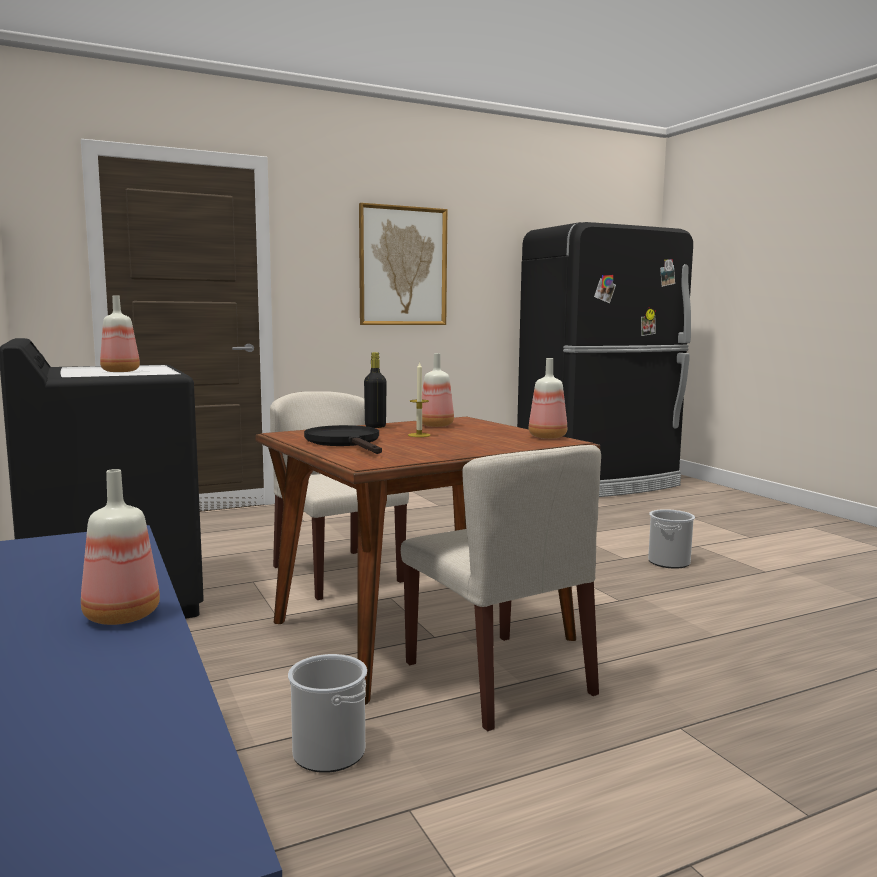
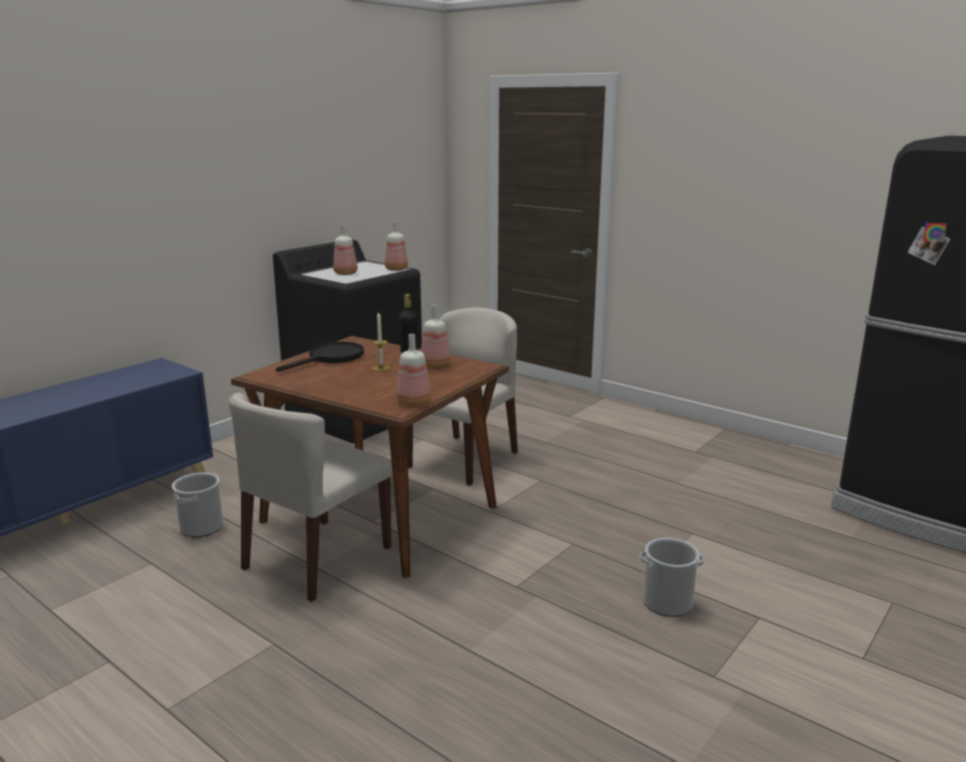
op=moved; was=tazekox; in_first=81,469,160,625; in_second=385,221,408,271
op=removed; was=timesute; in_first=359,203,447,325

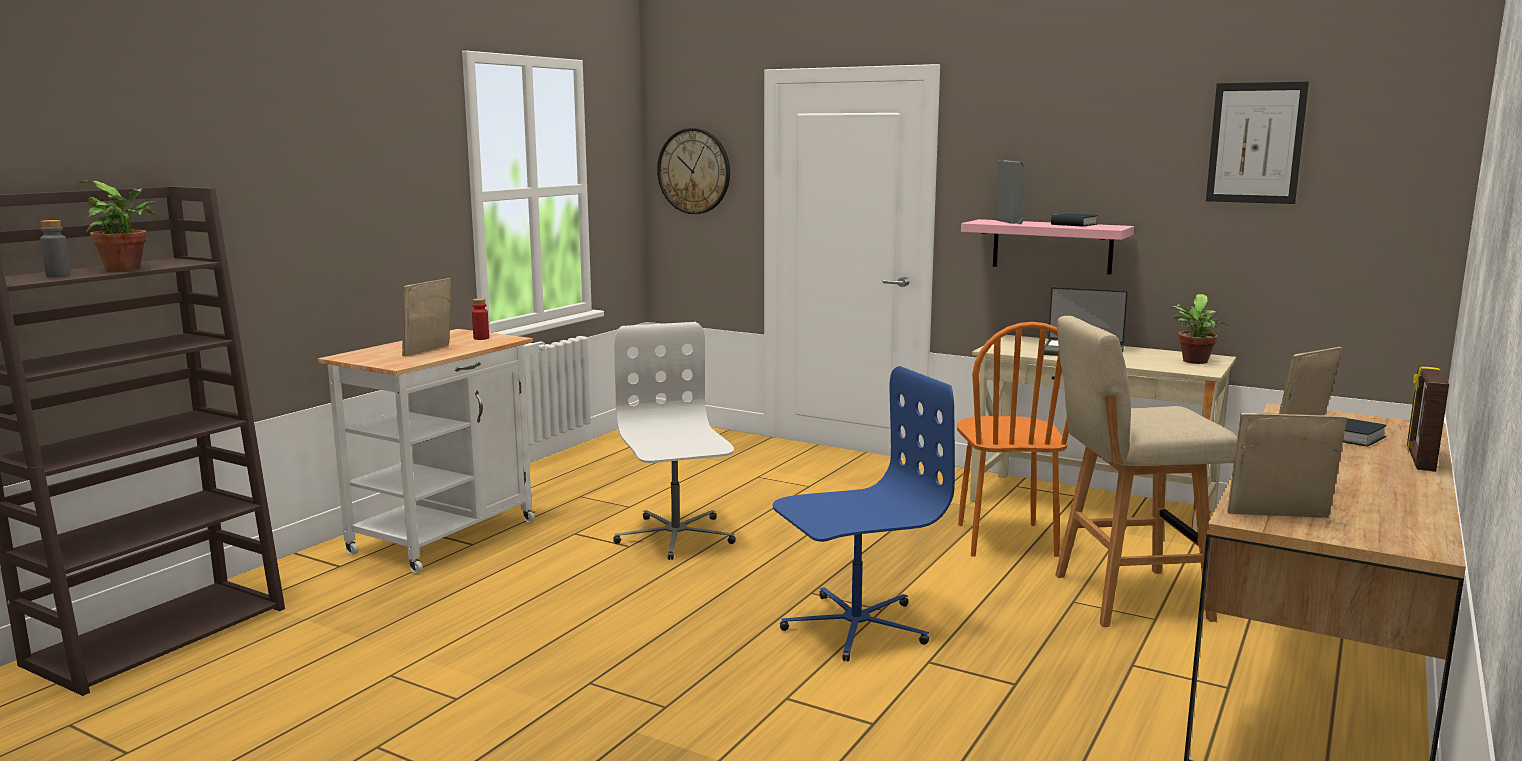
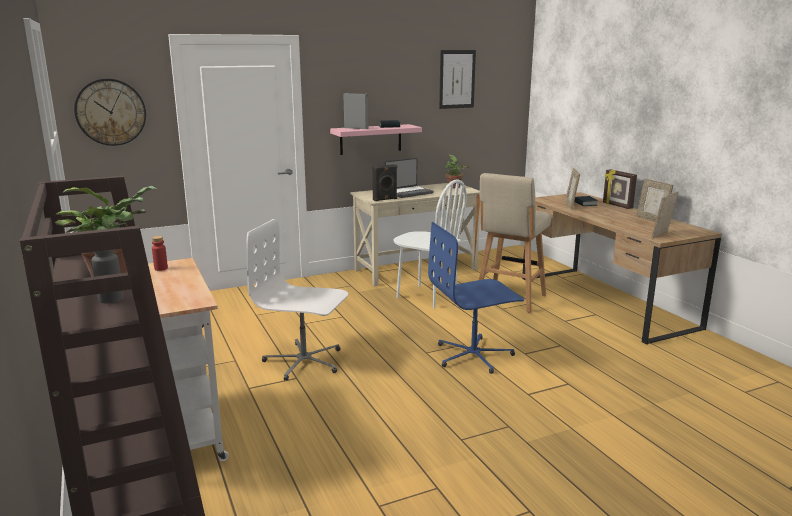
op=added; now=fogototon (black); in_second=372,164,397,201
op=recoloured; was=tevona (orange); now=tevona (white); in_first=957,322,1069,557; in_second=394,179,467,308
op=turned; was=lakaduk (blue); in_first=773,366,955,662; in_second=428,222,524,374; clockwise=-120
op=moved; was=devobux; in_first=402,278,451,356; in_second=636,178,673,222

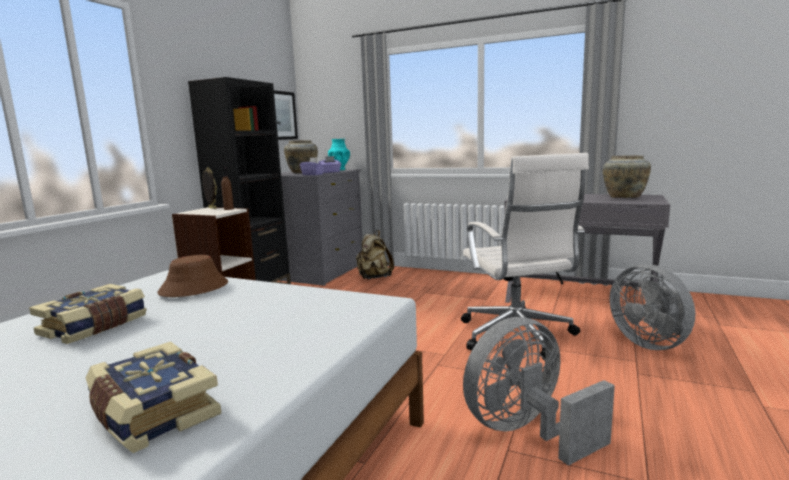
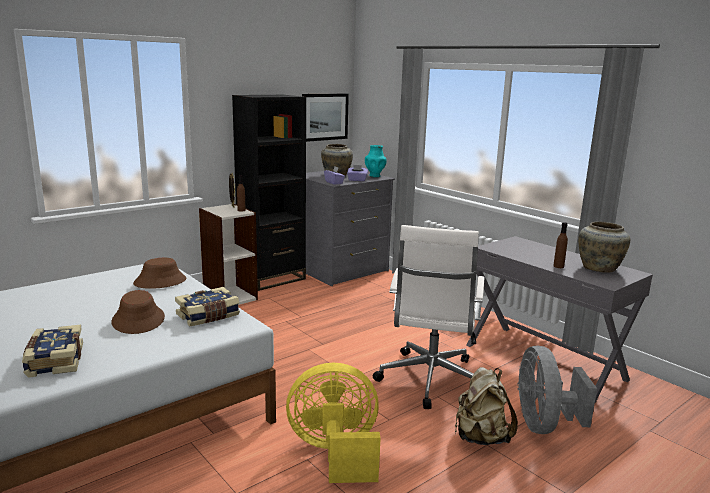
op=added; now=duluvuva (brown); in_second=111,290,165,334
op=moved; was=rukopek; in_first=29,284,147,344; in_second=175,287,240,326
op=recoloured; was=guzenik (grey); now=guzenik (yellow); in_first=463,317,615,466; in_second=286,363,381,483
op=moved; was=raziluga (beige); in_first=356,230,394,279; in_second=455,367,518,445
op=added; now=tazekox (brown); in_second=553,222,568,268

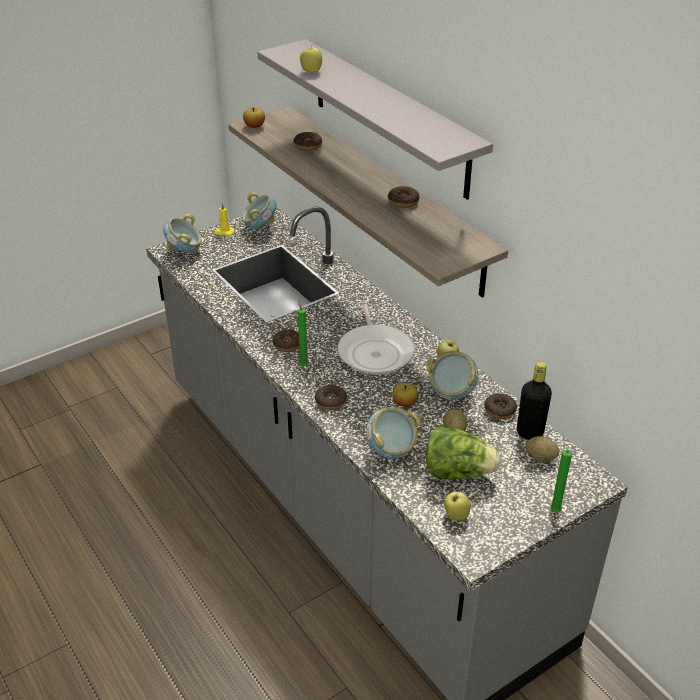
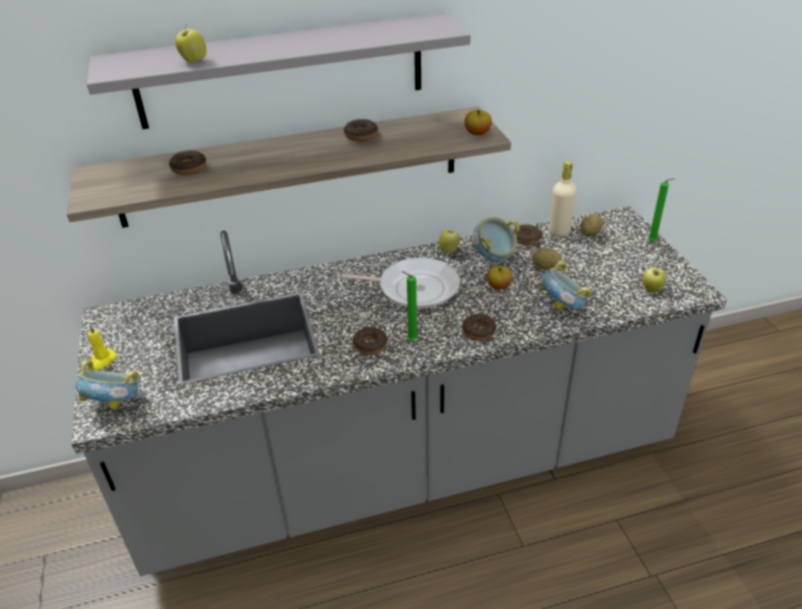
op=moved; was=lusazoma; in_first=243,107,265,128; in_second=464,110,492,135
op=recoloured; was=tazekox (black); now=tazekox (beige); in_first=517,362,552,440; in_second=549,161,577,237
op=removed; was=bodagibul; in_first=242,192,276,229
op=removed; was=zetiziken; in_first=426,426,500,480

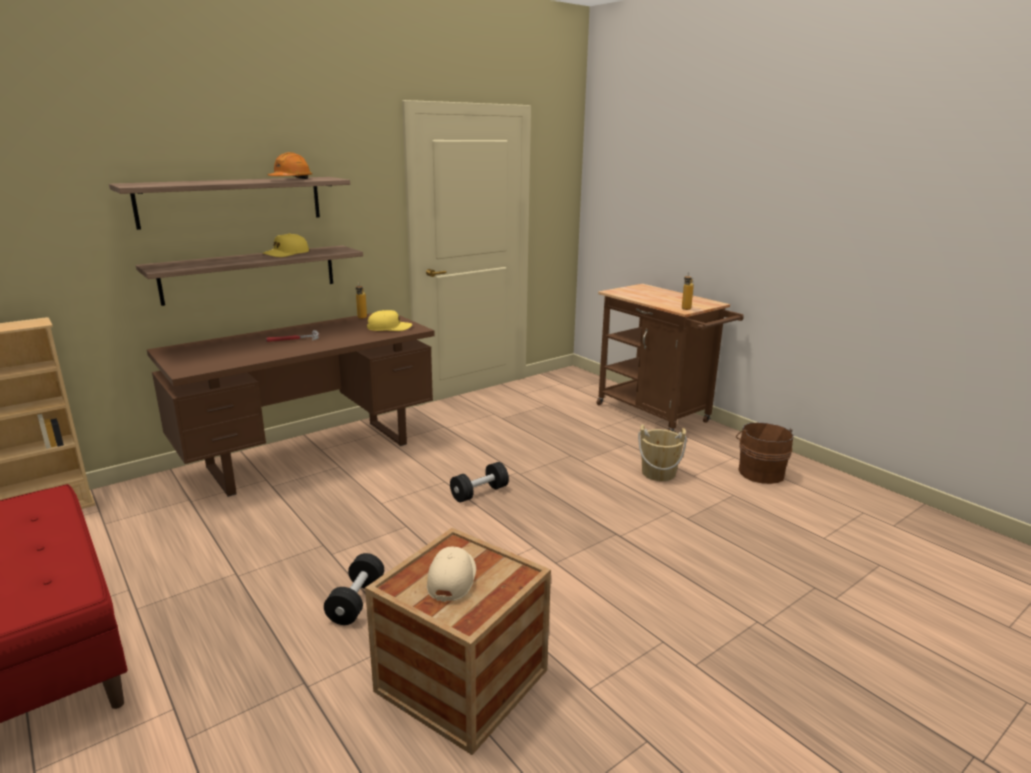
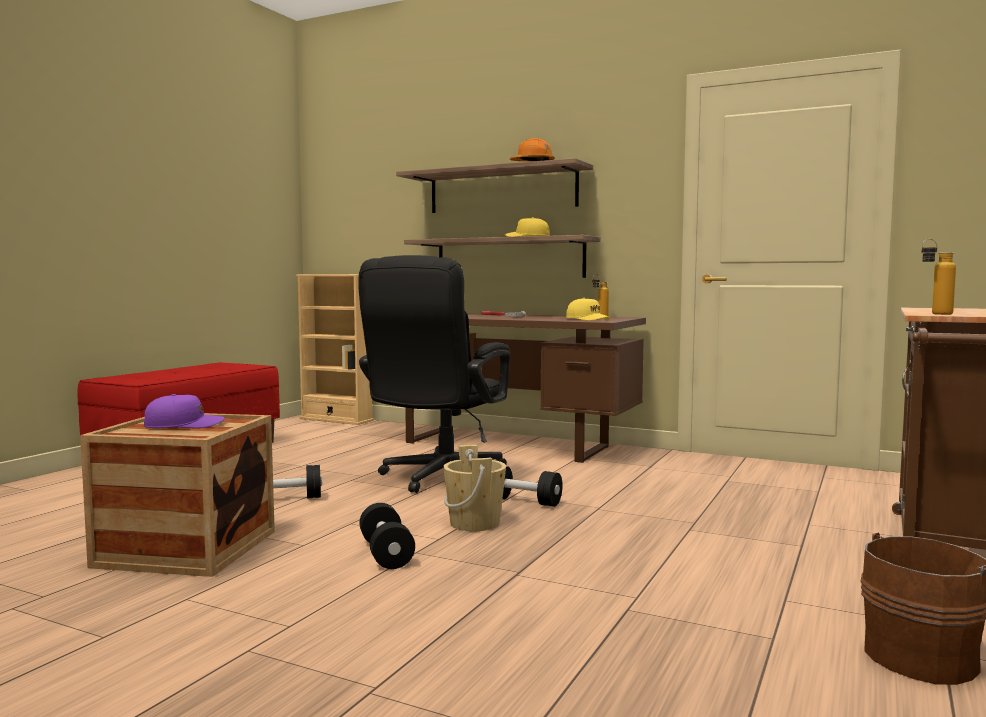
op=recoloured; was=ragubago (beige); now=ragubago (purple); in_first=427,547,476,602; in_second=144,394,225,429
op=added; now=lakaduk (black); in_second=358,255,510,493
op=added; now=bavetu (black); in_second=359,503,415,569
op=moved; was=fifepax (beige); in_first=638,425,687,481; in_second=443,445,506,531

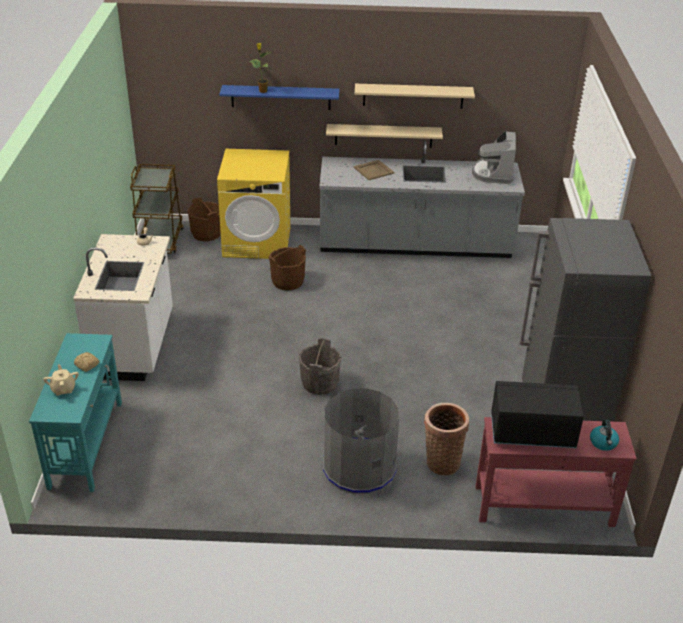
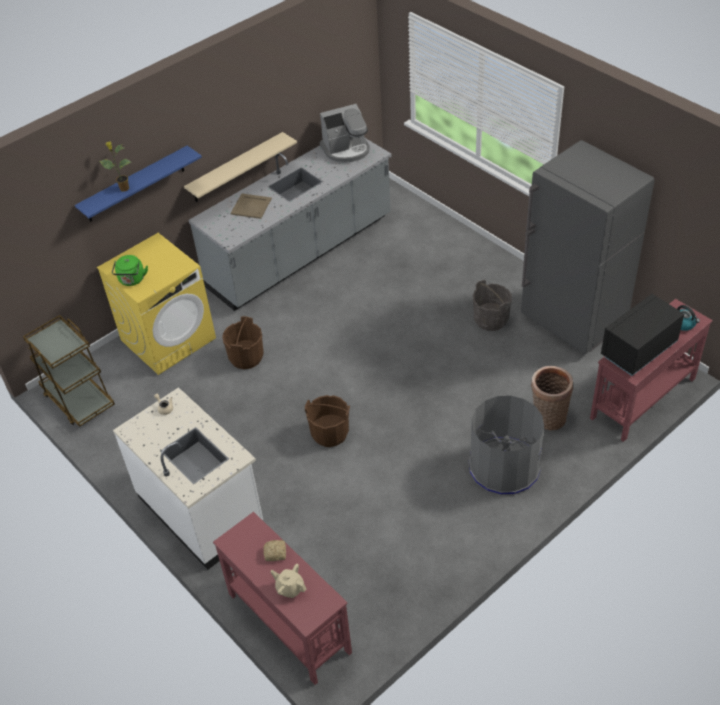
op=added; now=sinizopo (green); in_second=112,255,148,286
op=recoloured; was=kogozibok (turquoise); now=kogozibok (red); in_first=29,333,122,492; in_second=213,512,352,685
op=moved; was=fifepax (brown); in_first=188,197,221,241; in_second=305,395,350,447
op=turned; was=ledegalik; in_first=472,131,516,184; in_second=320,104,370,163; clockwise=-75
op=moved; was=fifepax (grey); in_first=299,338,341,395; in_second=473,280,512,331
op=removed; was=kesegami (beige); in_first=355,84,475,109

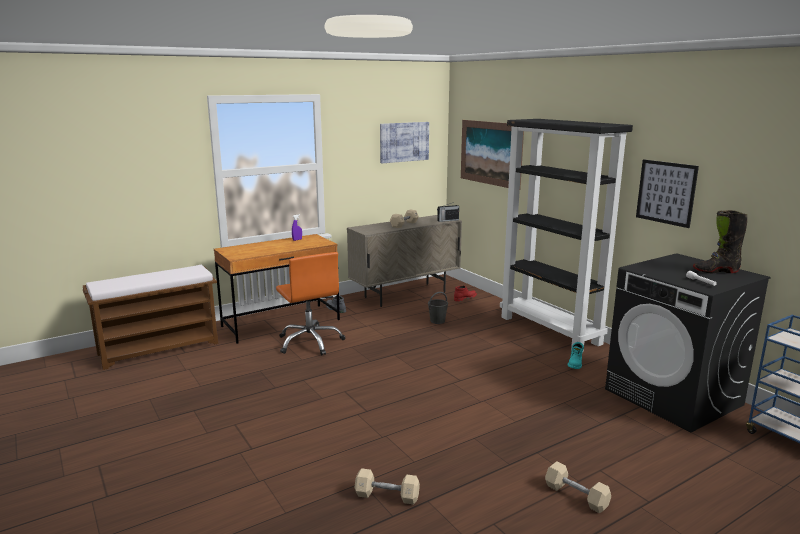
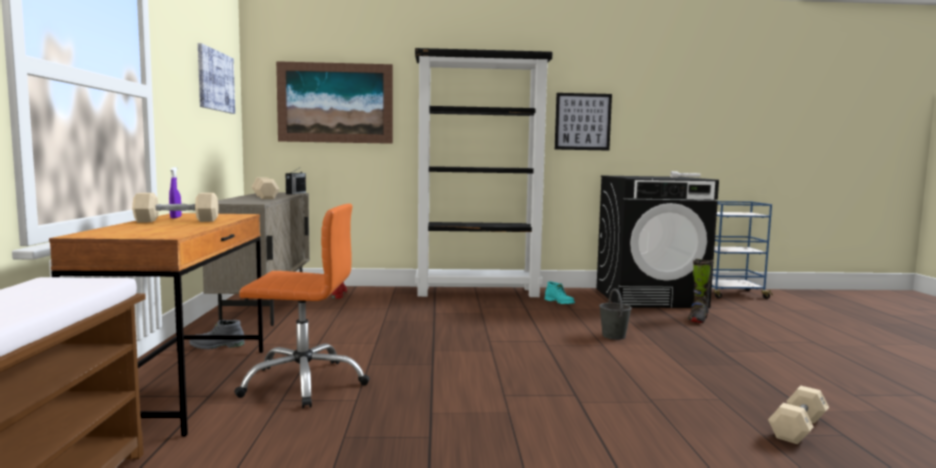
op=moved; was=bavetu (beige); in_first=545,461,611,513; in_second=132,193,219,222
op=moved; was=fifepax (grey); in_first=428,292,448,324; in_second=599,288,632,340
op=moved; was=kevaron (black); in_first=693,210,747,273; in_second=688,259,713,323

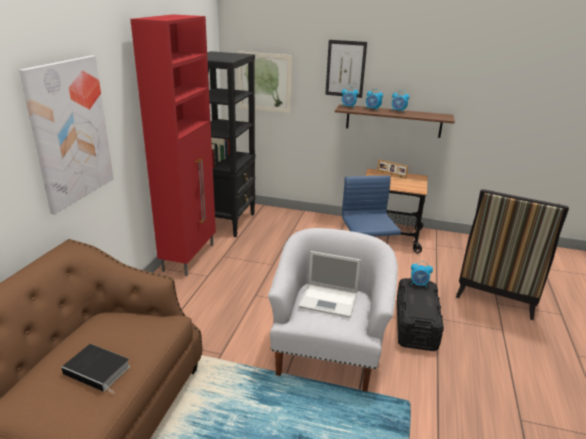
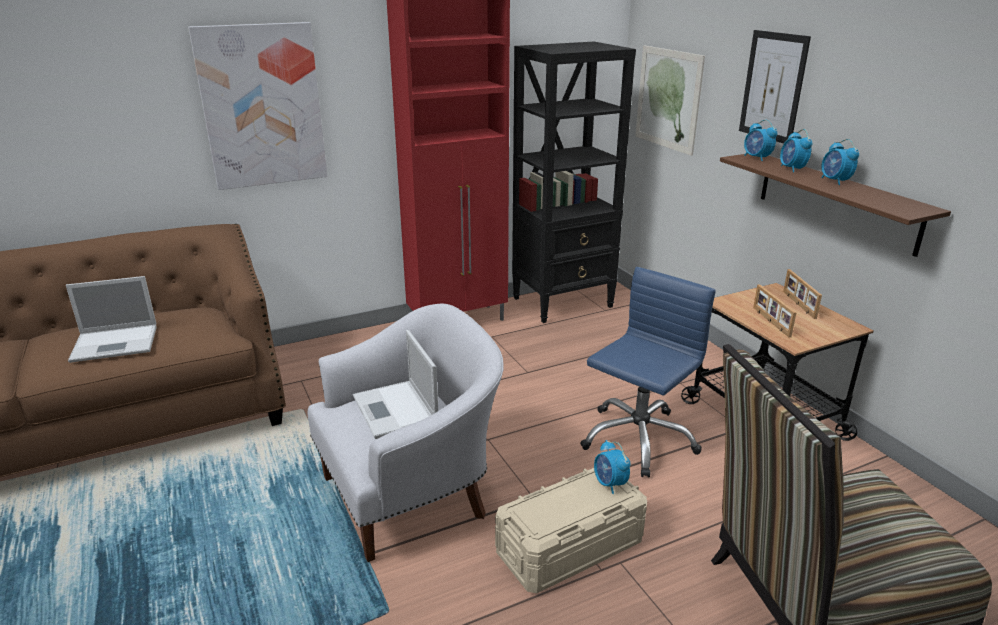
op=replaced; was=rukopek; now=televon; in_first=61,344,130,394; in_second=66,276,157,363
op=recoloured; was=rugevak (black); now=rugevak (beige); in_first=397,278,444,351; in_second=495,468,647,593
op=added; now=devobux; in_second=753,284,796,337

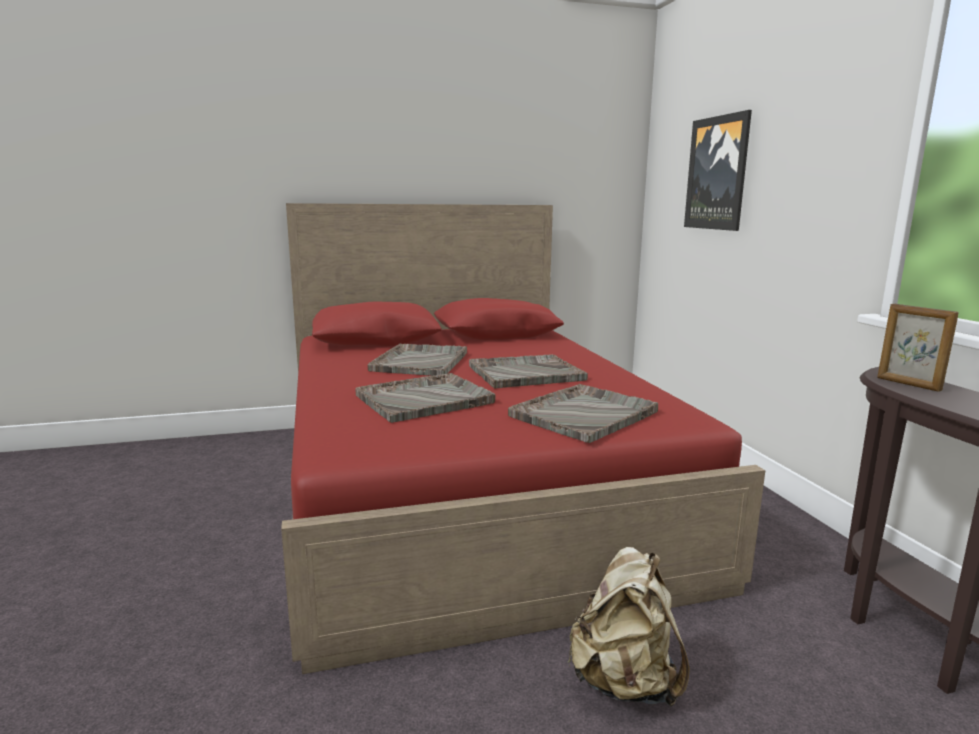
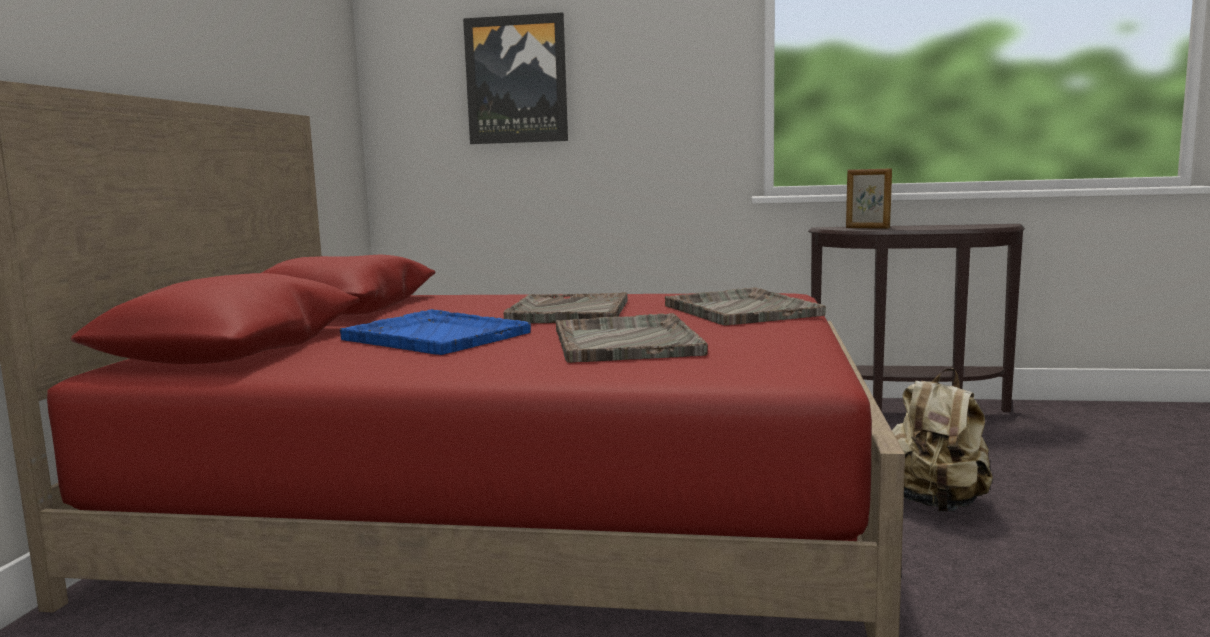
op=recoloured; was=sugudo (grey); now=sugudo (blue); in_first=368,343,467,376; in_second=340,309,531,355
op=turned; was=devobux; in_first=877,304,959,392; in_second=846,168,892,229; clockwise=45

